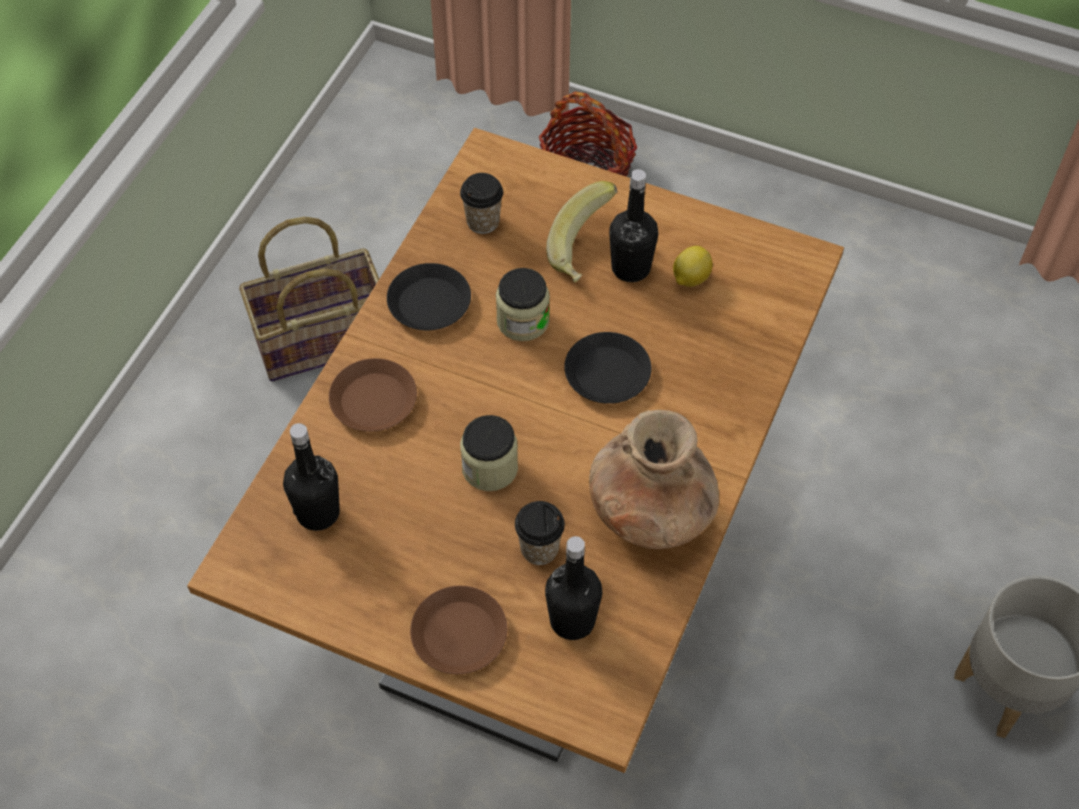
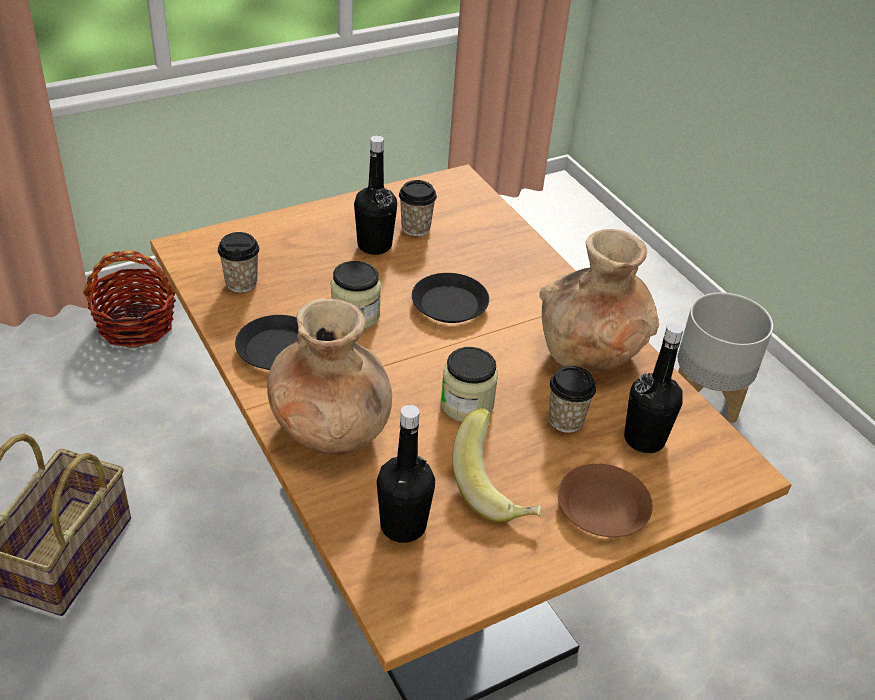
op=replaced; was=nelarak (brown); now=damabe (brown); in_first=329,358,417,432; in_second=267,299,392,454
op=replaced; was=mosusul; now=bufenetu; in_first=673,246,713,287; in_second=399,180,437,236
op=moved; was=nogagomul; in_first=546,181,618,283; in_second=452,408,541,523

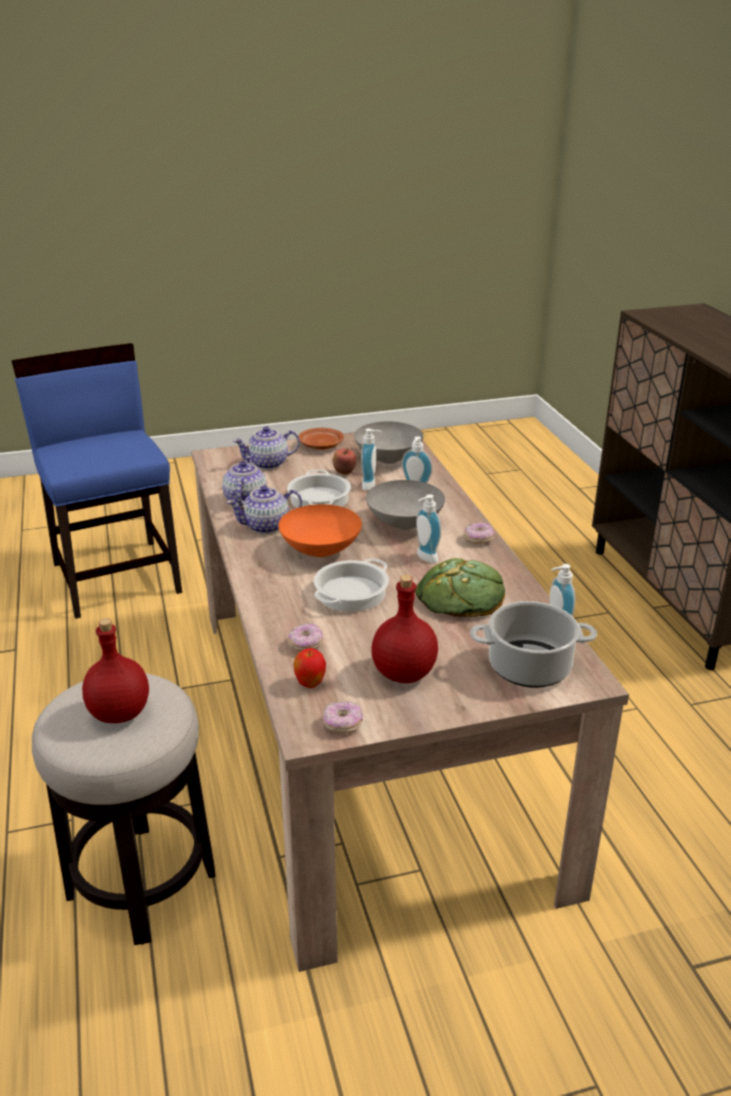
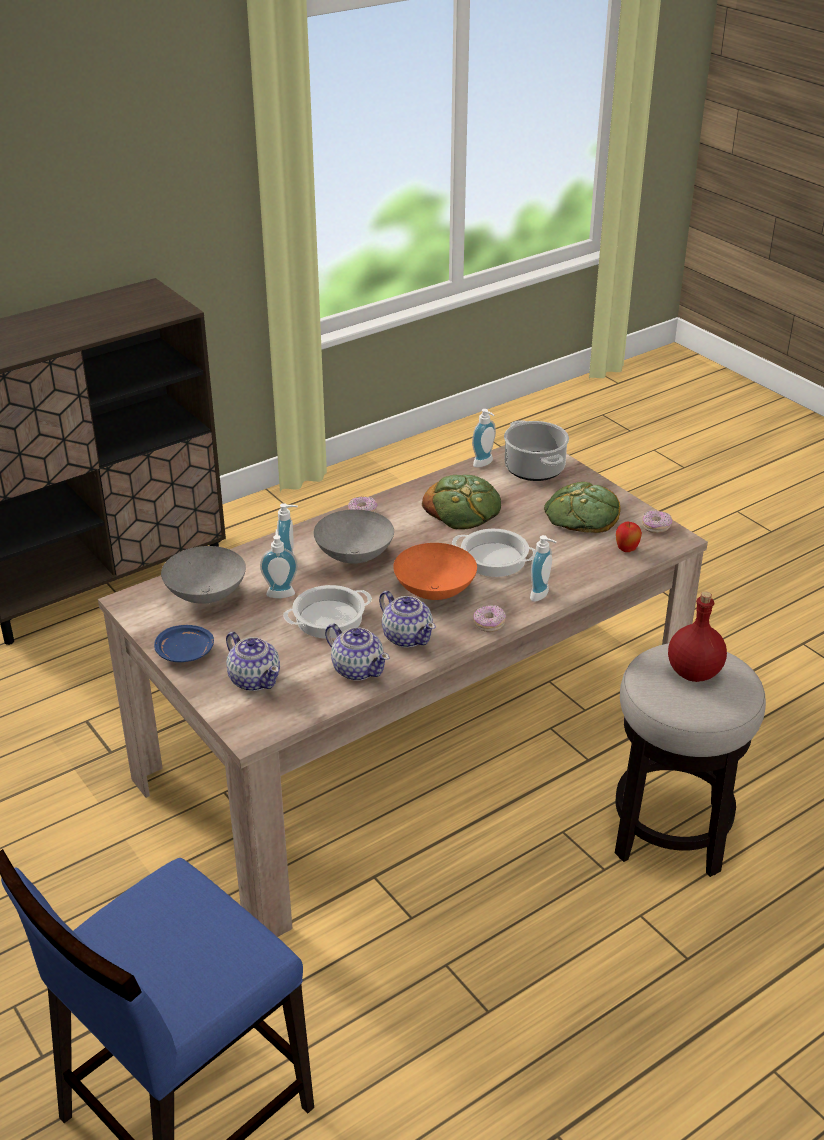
op=recoloured; was=nelarak (brown); now=nelarak (blue); in_first=298,428,344,450; in_second=154,625,214,662
op=turned; was=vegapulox; in_first=222,456,267,506; in_second=325,623,390,681; clockwise=-120
op=moved; was=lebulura; in_first=288,623,323,651; in_second=473,605,506,632
op=moved; was=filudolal; in_first=416,494,441,563; in_second=530,535,557,602
op=replaced; was=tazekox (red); now=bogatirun; in_first=371,575,438,683; in_second=544,482,620,533
op=removed; was=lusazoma; in_first=333,448,357,475

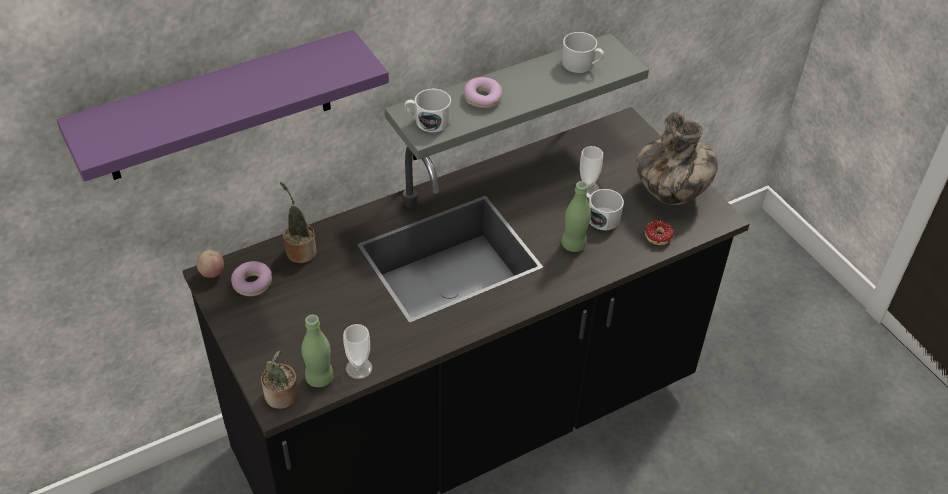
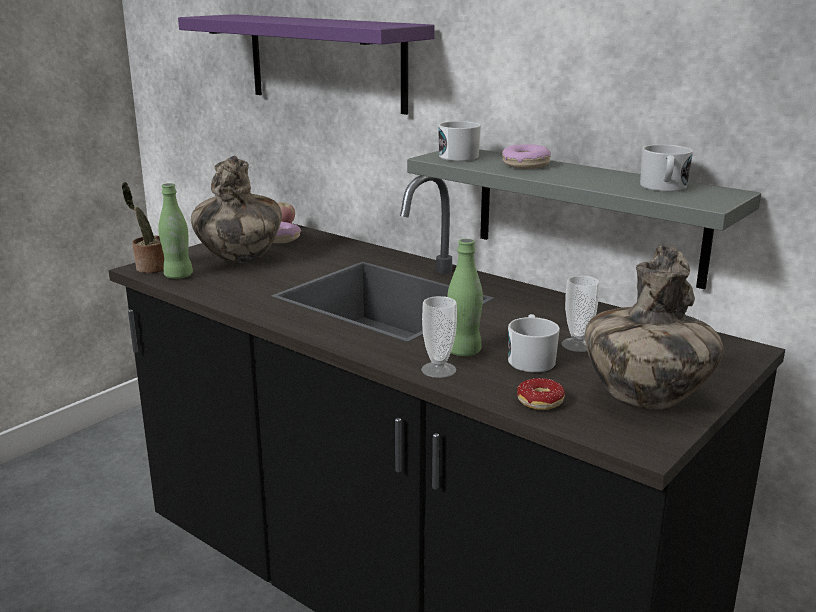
op=added; now=damabe; in_second=191,156,282,263
op=moved; was=bufenetu; in_first=343,324,373,379; in_second=421,296,457,378
op=removed; was=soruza; in_first=280,182,317,263

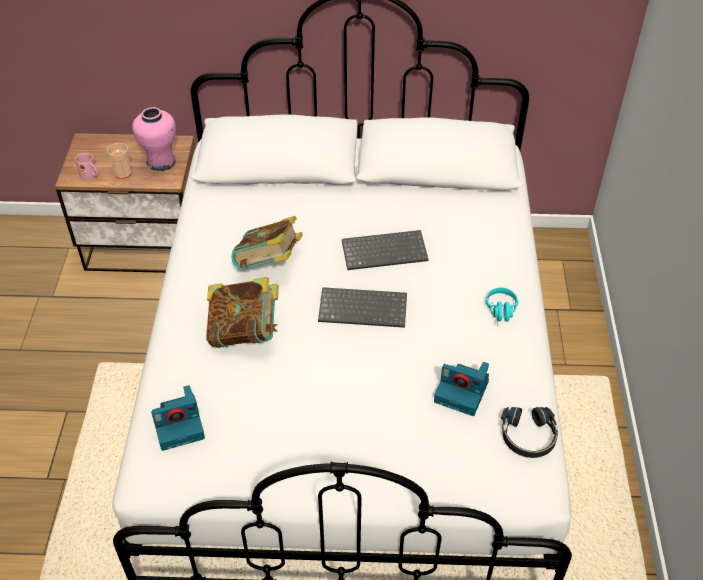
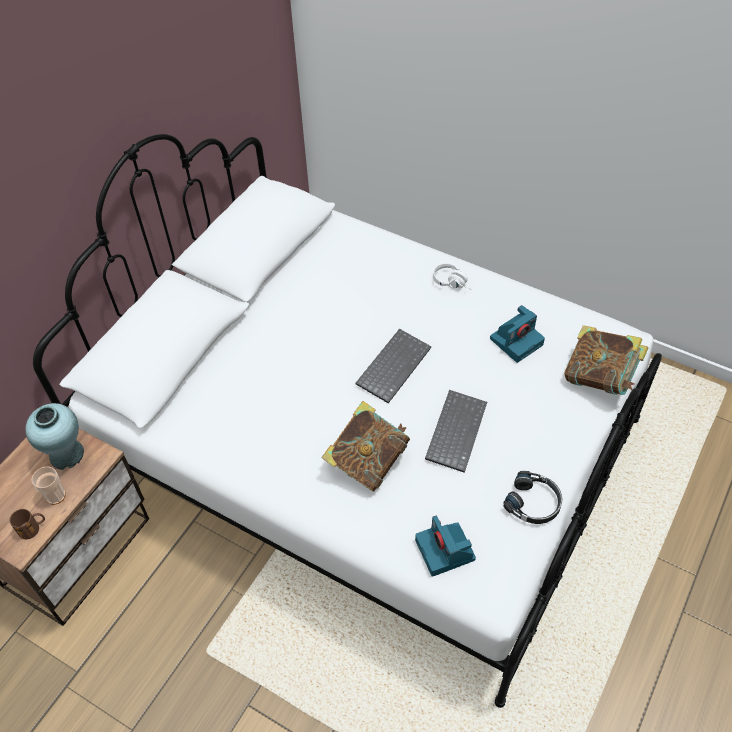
op=recoloured; was=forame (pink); now=forame (brown); in_first=75,153,98,180; in_second=10,509,45,539
op=recoloured; was=damabe (pink); now=damabe (turquoise); in_first=132,107,176,171; in_second=25,403,84,470
op=turned; was=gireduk; in_first=151,385,205,451; in_second=415,516,476,577; clockwise=150
op=moved; was=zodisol; in_first=342,230,429,270; in_second=425,390,487,473
op=recoloured; was=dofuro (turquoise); now=dofuro (white); in_first=486,287,519,325; in_second=433,263,470,289
op=moved; was=dofuro (black); in_first=501,407,558,458; in_second=503,471,562,524
op=moved; was=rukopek; in_first=231,216,303,270; in_second=564,325,648,395

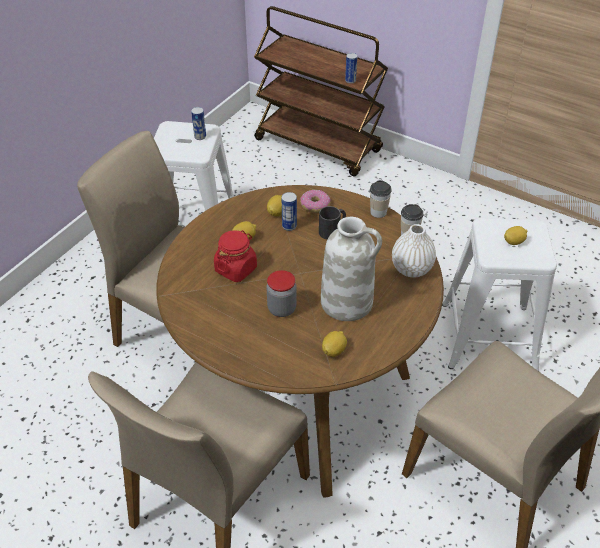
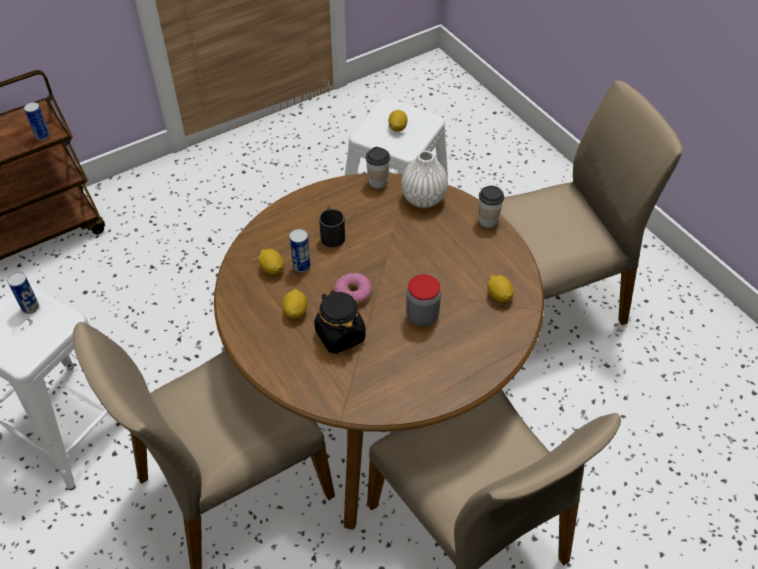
op=recoloured; was=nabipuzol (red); now=nabipuzol (black); in_first=214,230,257,282; in_second=314,290,366,354
op=moved; was=lebulura; in_first=300,190,331,213; in_second=335,273,372,305
op=moved; was=bufenetu; in_first=370,180,392,218; in_second=479,186,504,228
op=removed; was=damabe (white); in_first=321,217,382,321

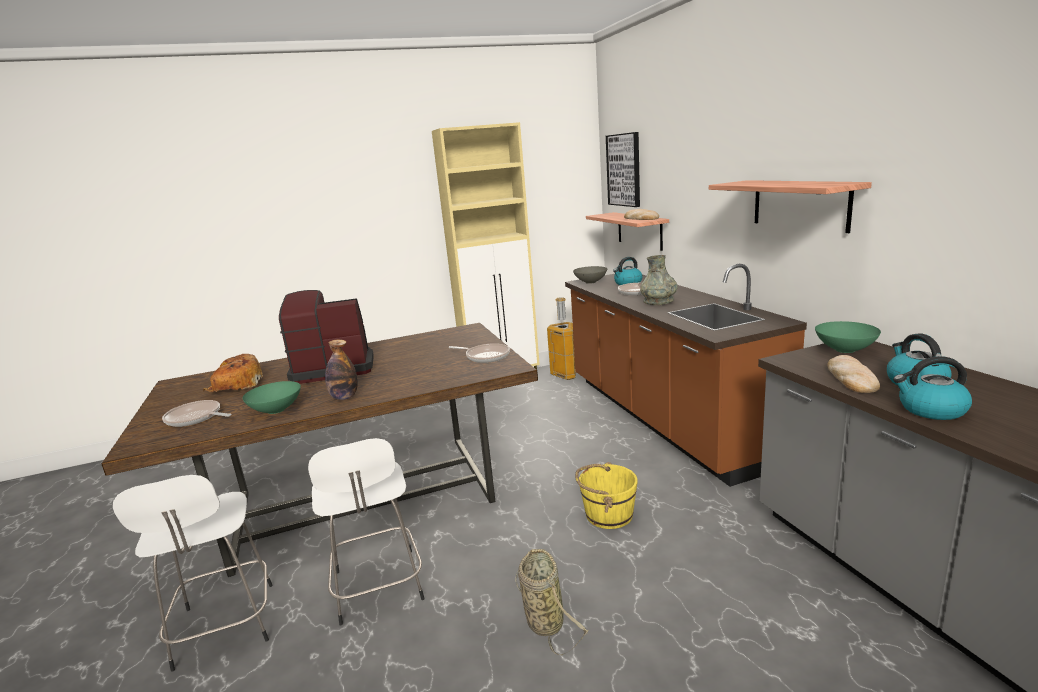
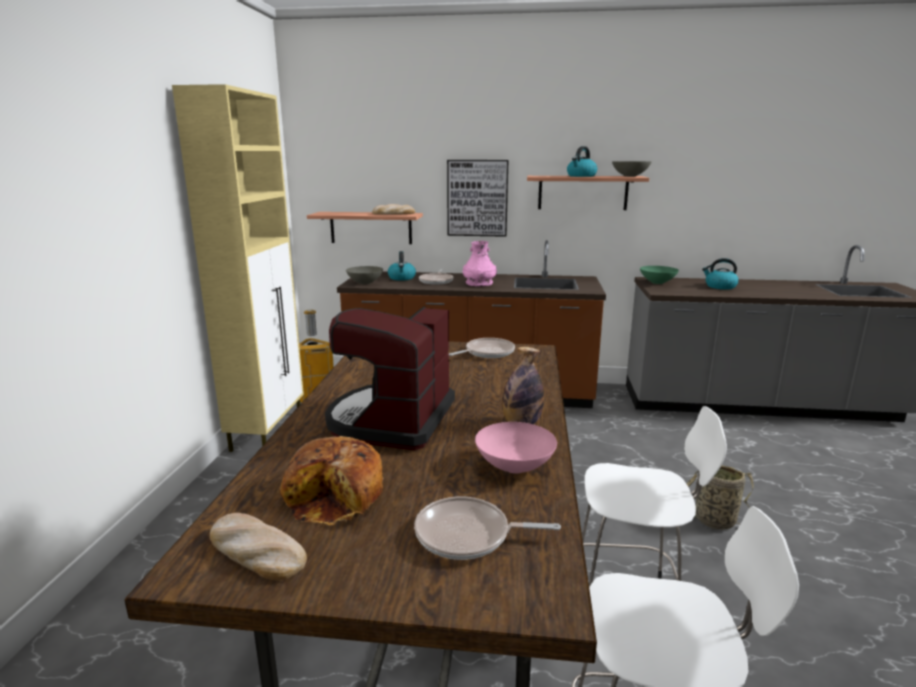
op=moved; was=bogatirun; in_first=828,355,880,393; in_second=210,513,307,581
op=turned; was=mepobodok; in_first=162,400,232,427; in_second=414,497,561,560; clockwise=45
op=moved; was=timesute; in_first=606,132,640,207; in_second=447,160,508,237
op=recoloured; was=damabe (grey); now=damabe (pink); in_first=640,255,678,305; in_second=463,241,497,286
op=recoloured; was=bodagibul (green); now=bodagibul (pink); in_first=242,381,301,414; in_second=475,422,557,473
op=moved; was=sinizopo; in_first=893,356,972,420; in_second=567,146,597,177
op=added; now=bodagibul (grey); in_second=612,161,651,177
op=removed; was=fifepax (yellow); in_first=575,462,638,529

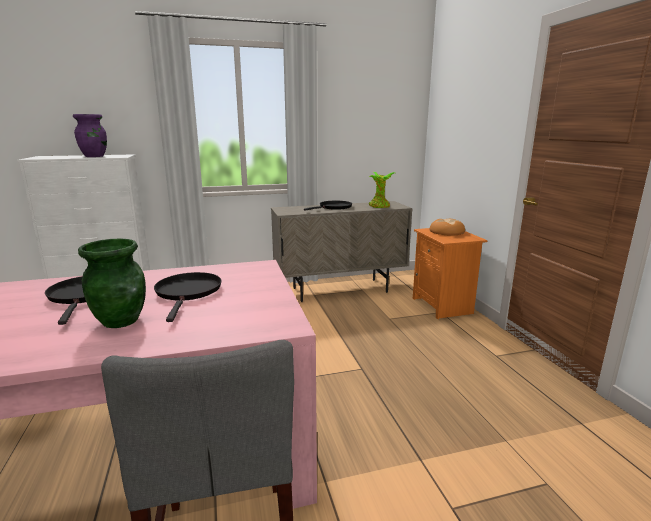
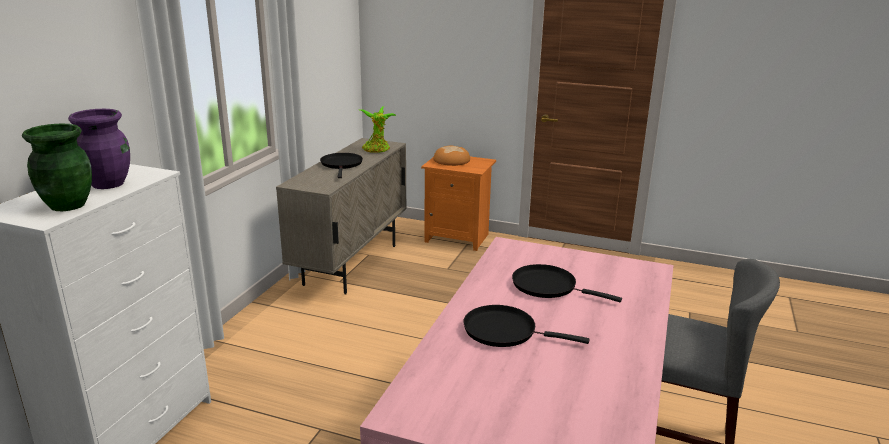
op=moved; was=damabe (green); in_first=78,238,146,328; in_second=22,123,92,211

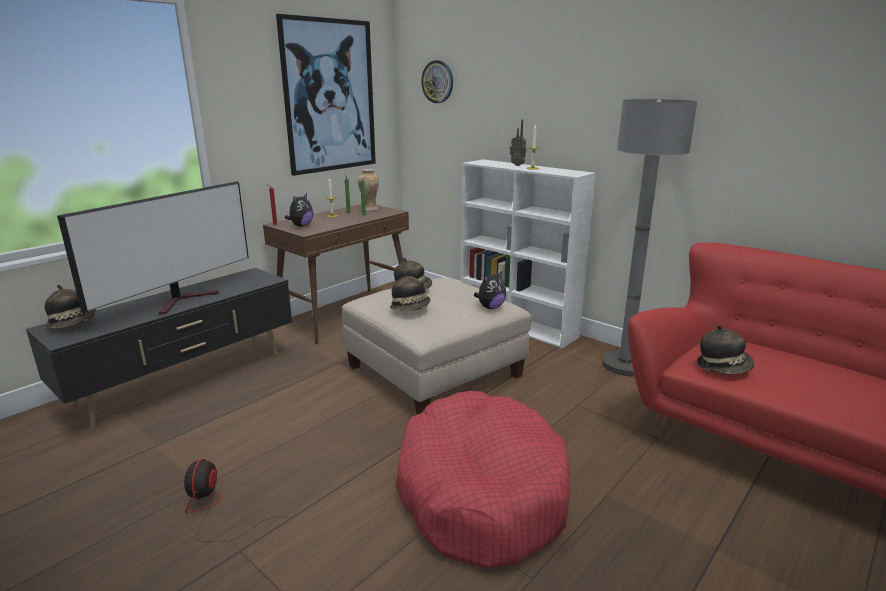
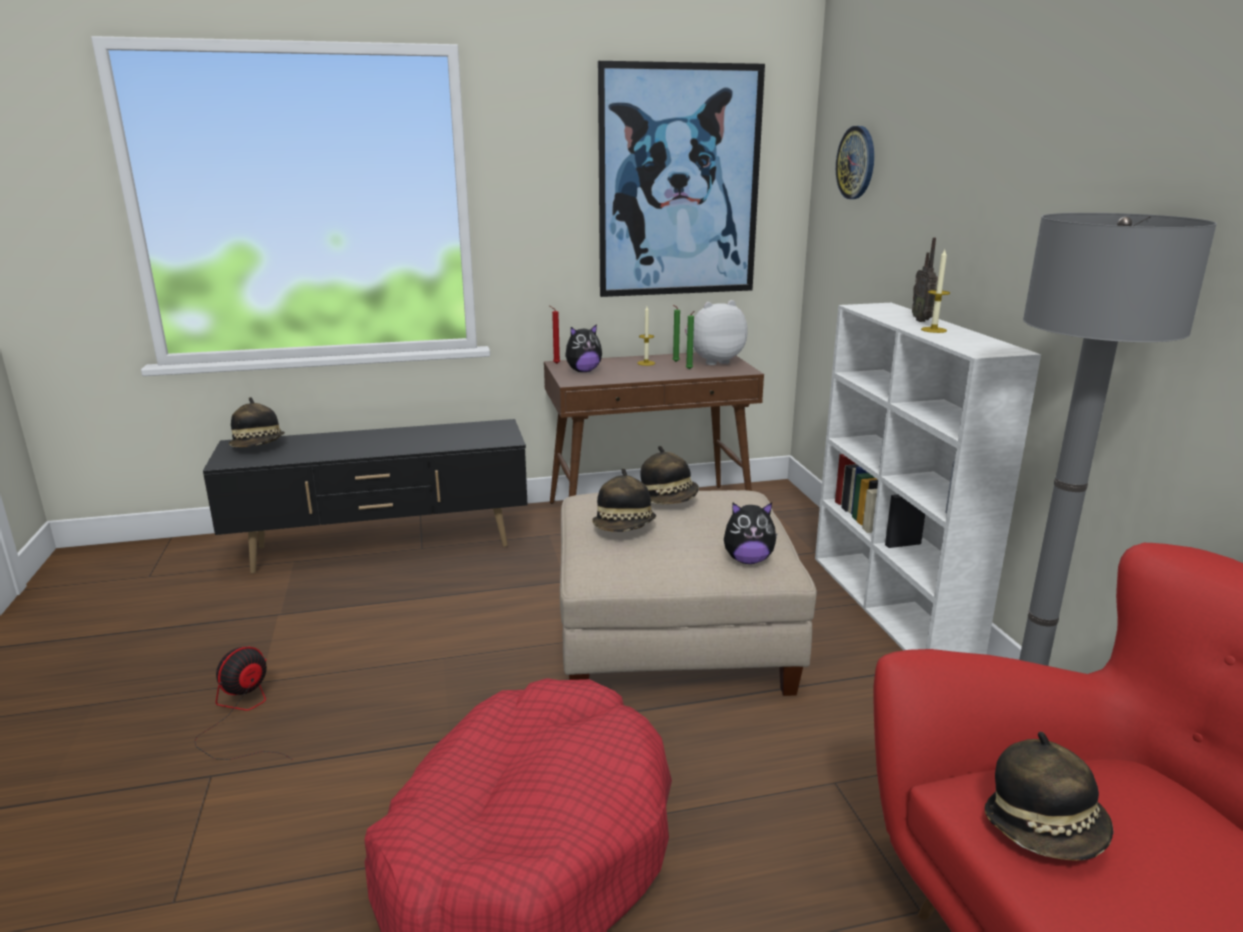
op=replaced; was=damabe; now=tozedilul; in_first=358,169,379,211; in_second=685,300,748,365
op=removed; was=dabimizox; in_first=57,181,249,314

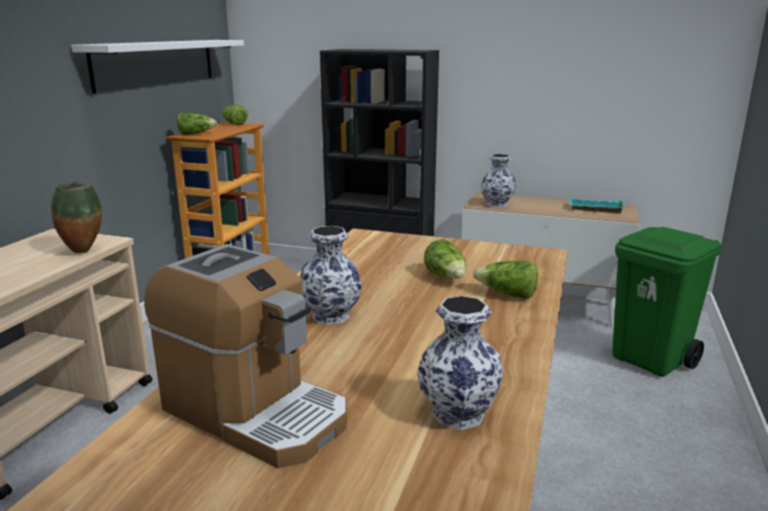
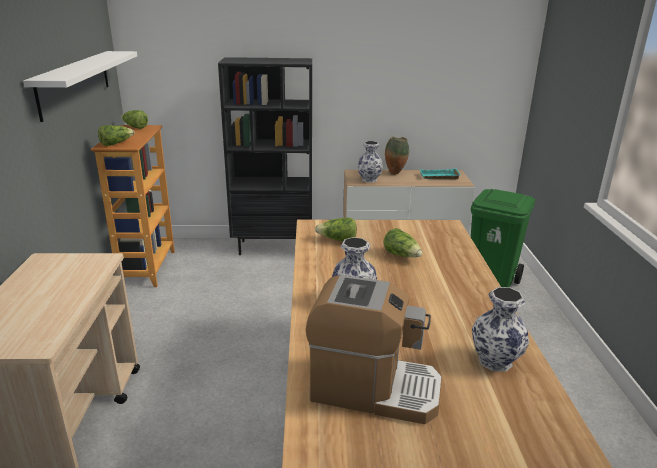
op=moved; was=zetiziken; in_first=473,260,538,299; in_second=315,218,357,241
op=moved; was=damabe; in_first=51,181,102,253; in_second=385,136,409,175

